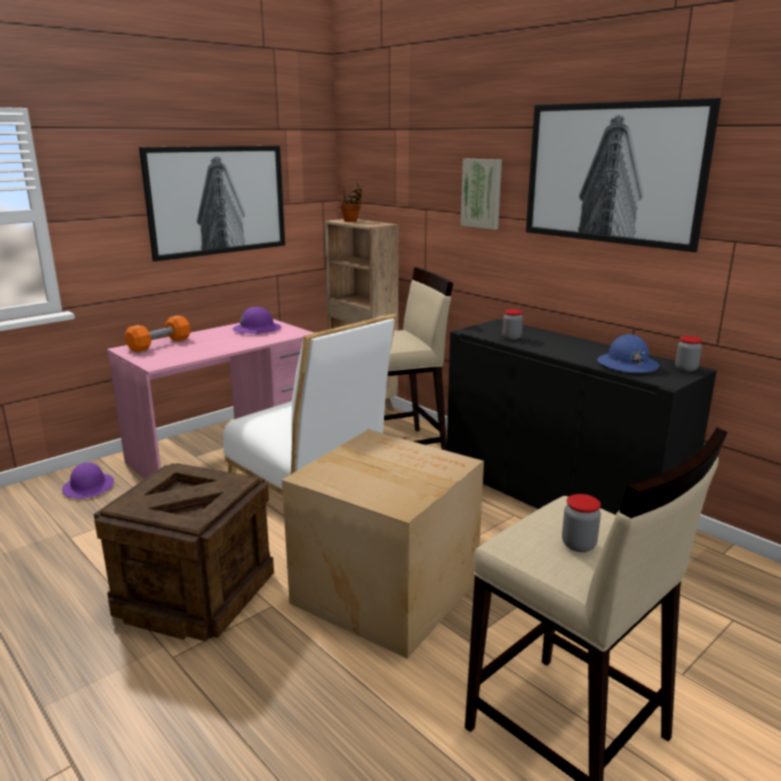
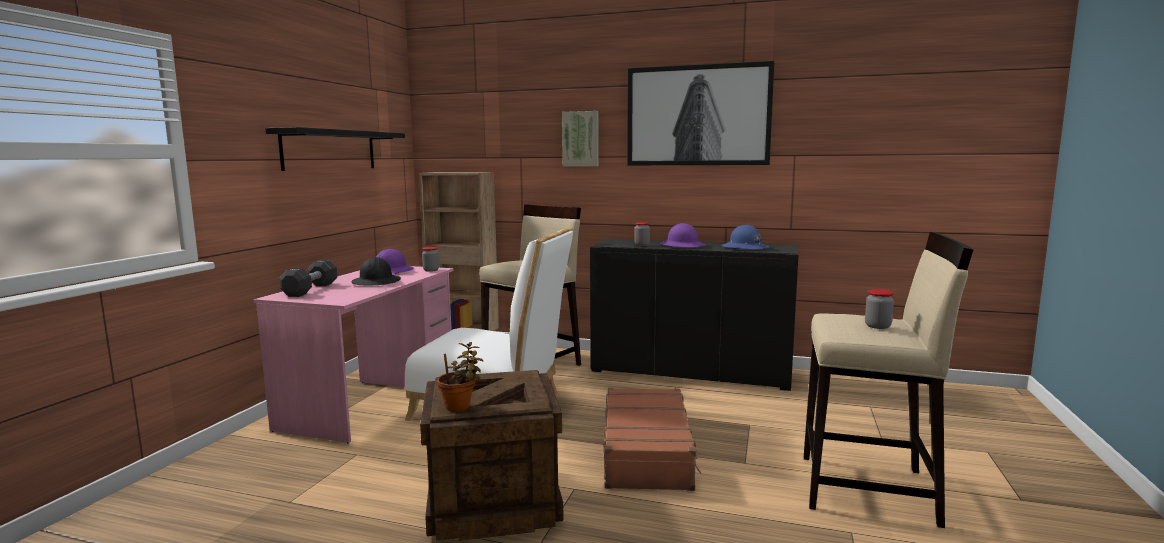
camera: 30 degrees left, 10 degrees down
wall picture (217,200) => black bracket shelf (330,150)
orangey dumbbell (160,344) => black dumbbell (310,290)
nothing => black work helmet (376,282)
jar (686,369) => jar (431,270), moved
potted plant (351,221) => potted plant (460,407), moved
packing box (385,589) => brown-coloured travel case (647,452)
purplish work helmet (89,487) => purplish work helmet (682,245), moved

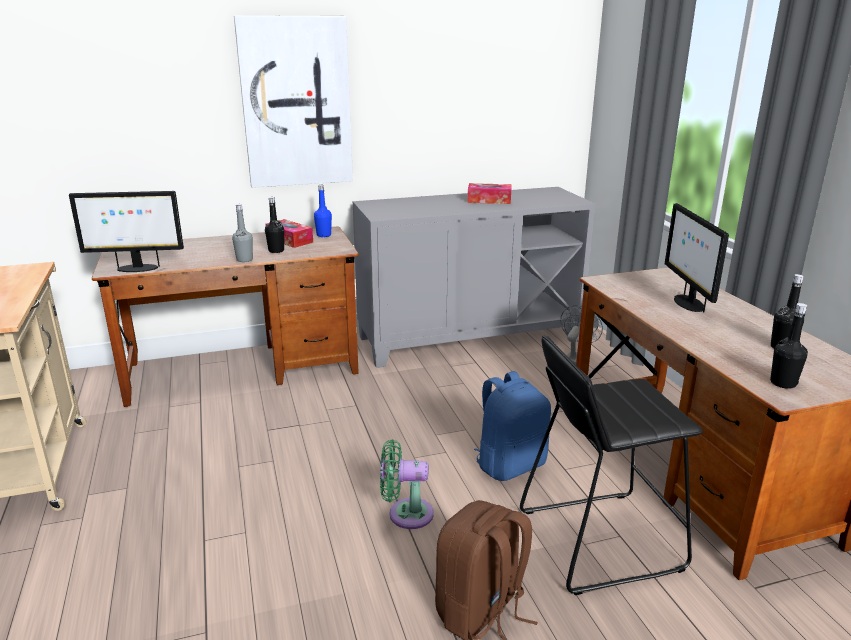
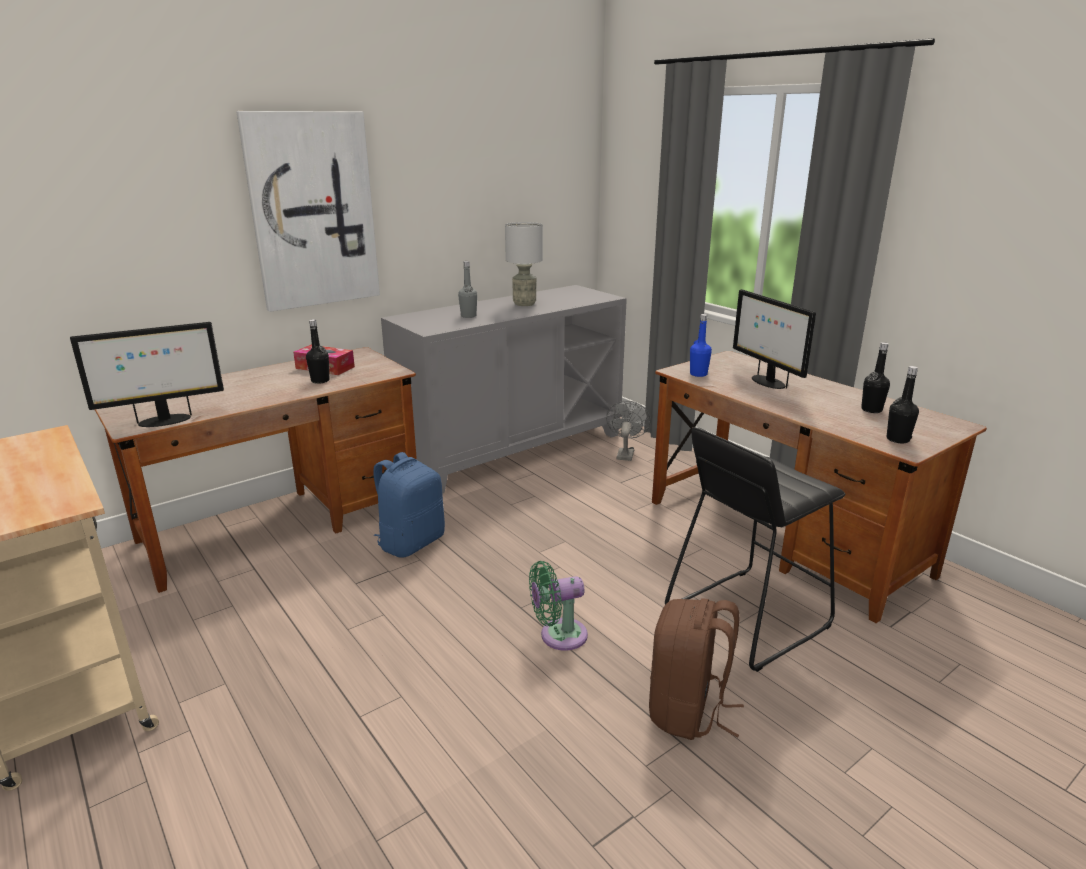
camera: 20 degrees left, 0 degrees up
blue backpack (510,465) => blue backpack (411,542), moved
grey drink bottle (244,260) => grey drink bottle (468,316), moved
tissue box (489,200) => grey table lamp (524,304)
blue drink bottle (324,235) => blue drink bottle (698,374), moved

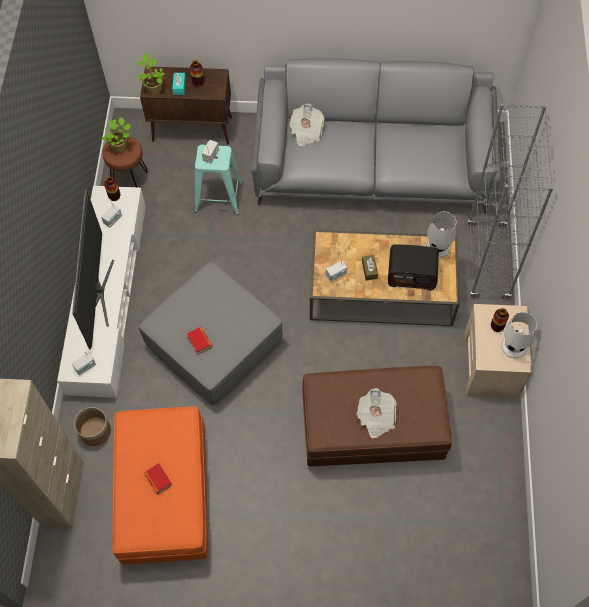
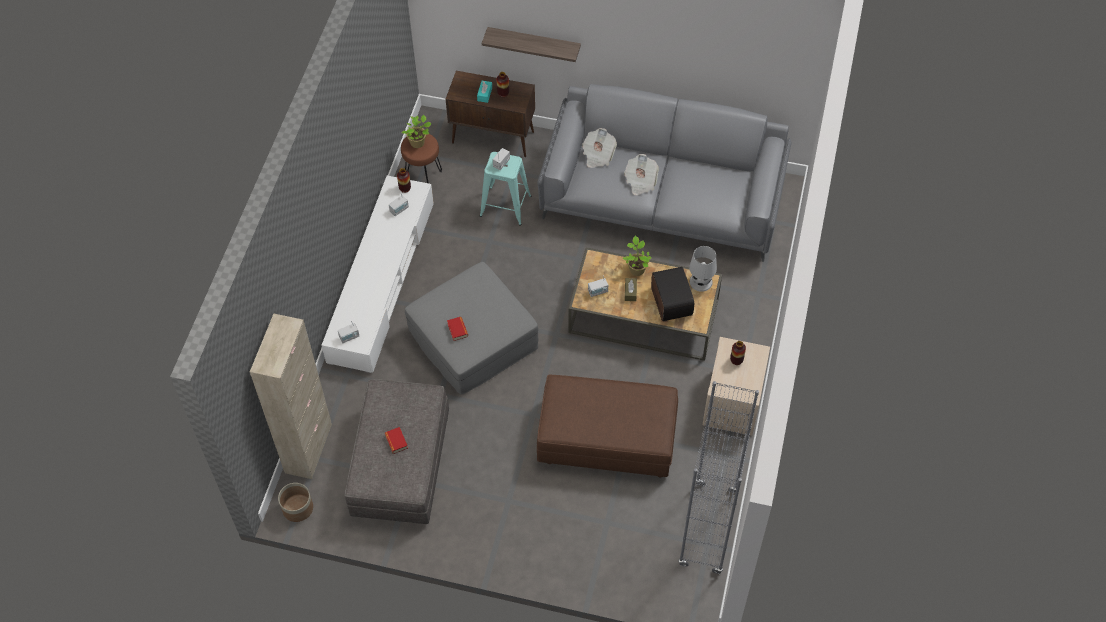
camera: 10 degrees right, 5 degrees down
planter (95,431) => planter (297,508), moved
orangey pouffe (164,493) => grey pouffe (400,463)
nothing => bracket shelf (534,44)
potted plant (153,88) => potted plant (636,269), moved
daily paper (376,418) => daily paper (640,181), moved
radio set (412,273) => radio set (670,302), 120 degrees counterclockwise
grey shelving unit (488,261) => grey shelving unit (708,528), moved
TV (98,292) => nothing
white-coloured table lamp (513,347) => nothing

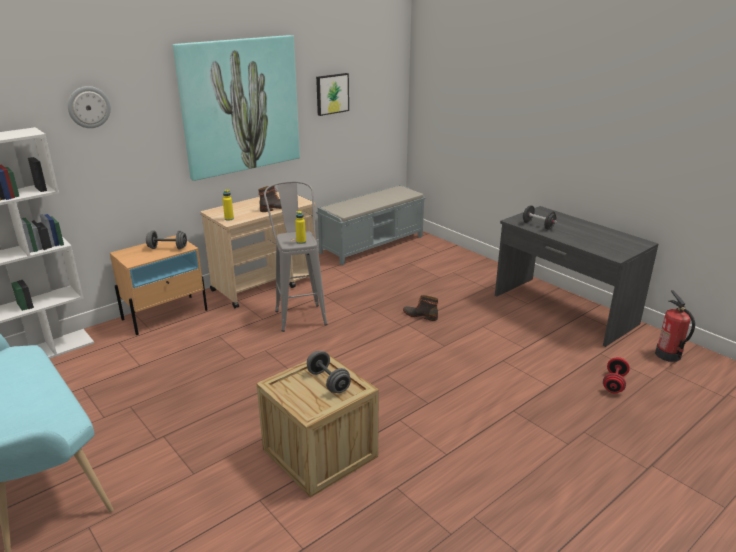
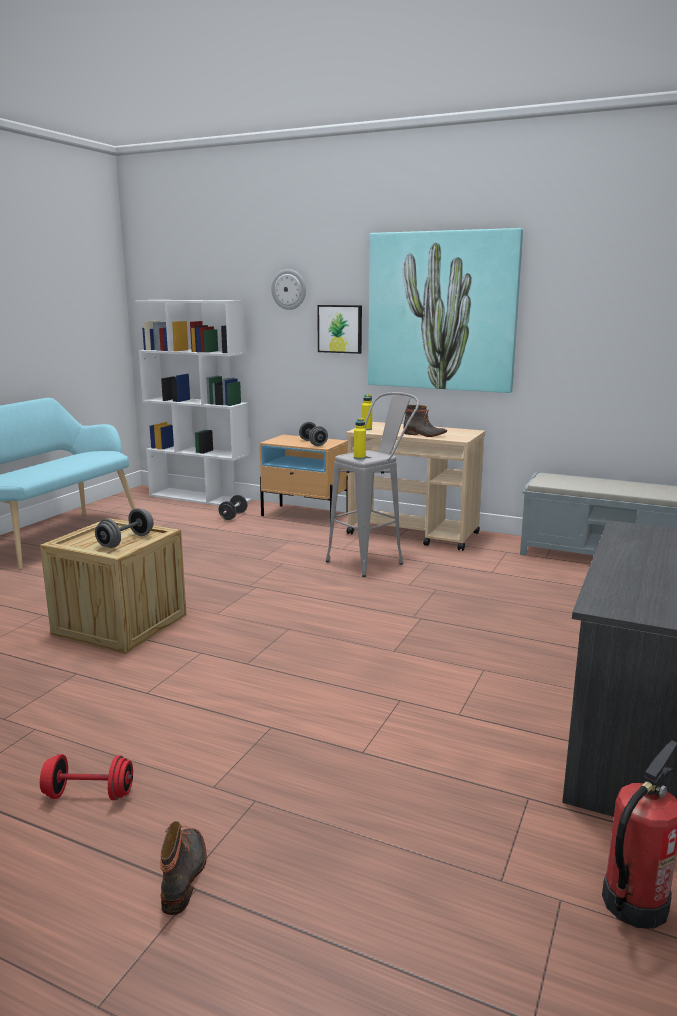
camera: 65 degrees right, 10 degrees down
reddish dumbbell (614,383) => reddish dumbbell (89,794), moved
boot (420,315) => boot (184,875), moved
black dumbbell (538,225) => black dumbbell (233,516), moved
wall picture (332,94) => wall picture (340,329), moved

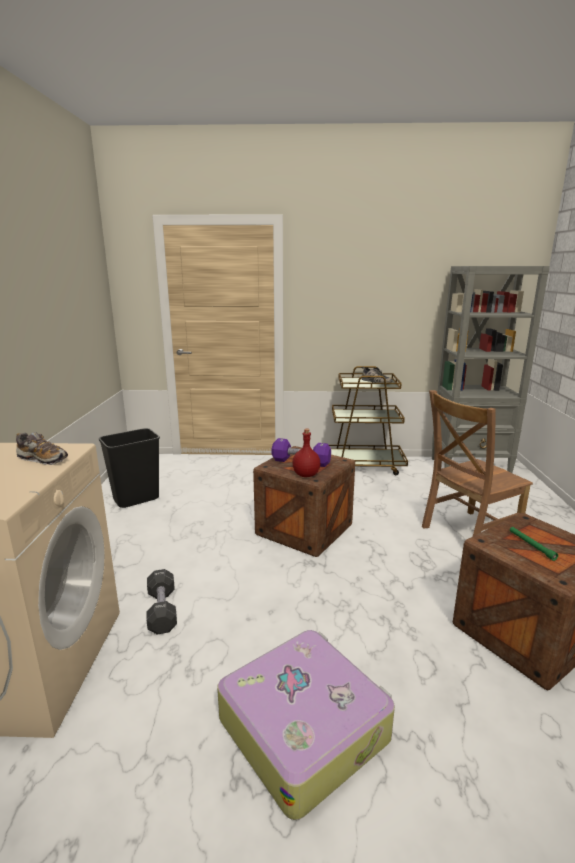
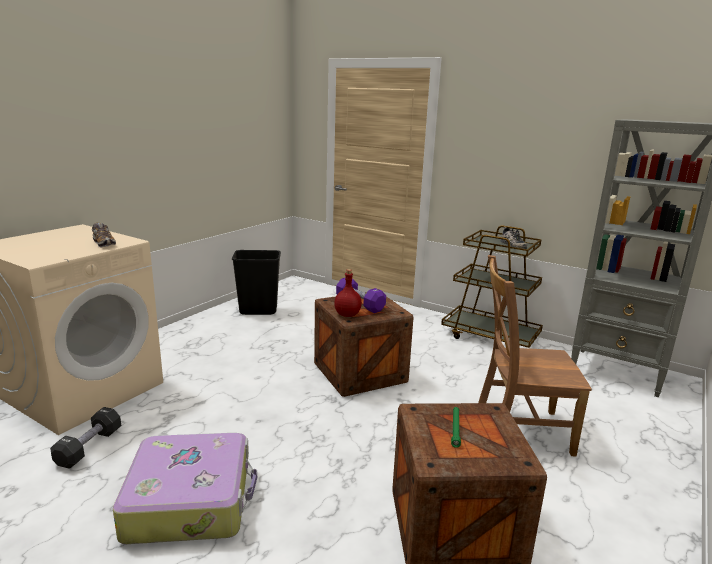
camera: 30 degrees right, 0 degrees up
black dumbbell (162,611) => black dumbbell (89,447), moved

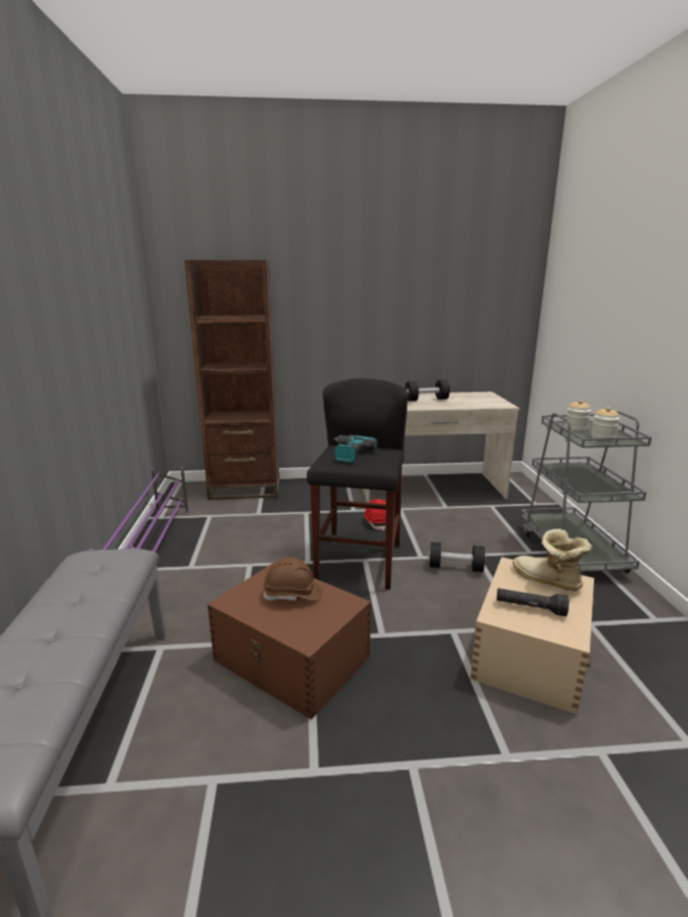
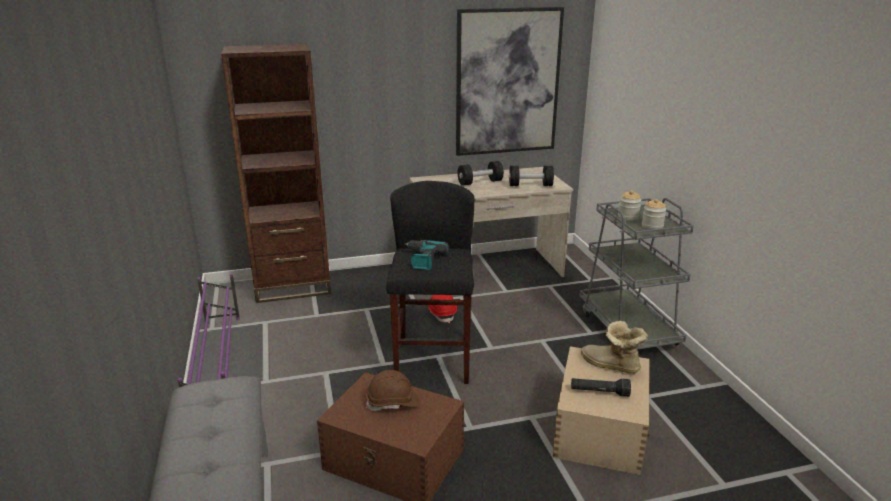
camera: 10 degrees left, 5 degrees up
nothing => wall picture (507,82)
black dumbbell (455,567) => black dumbbell (530,185), moved

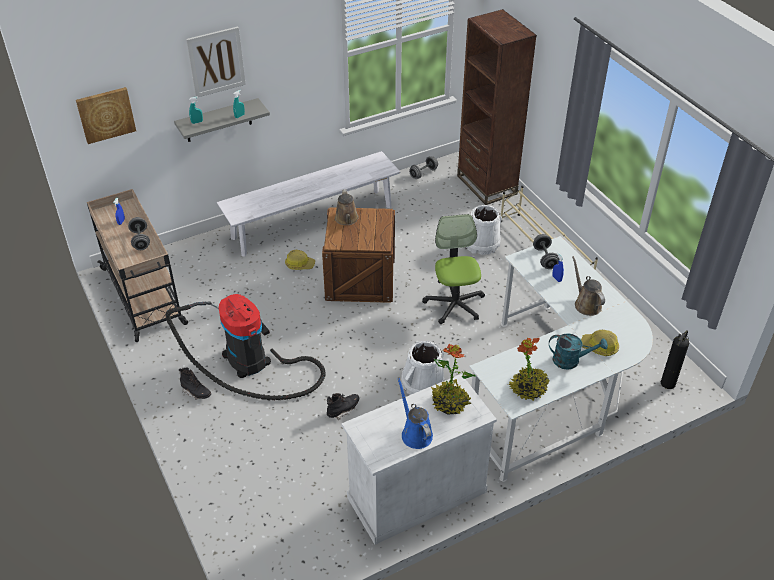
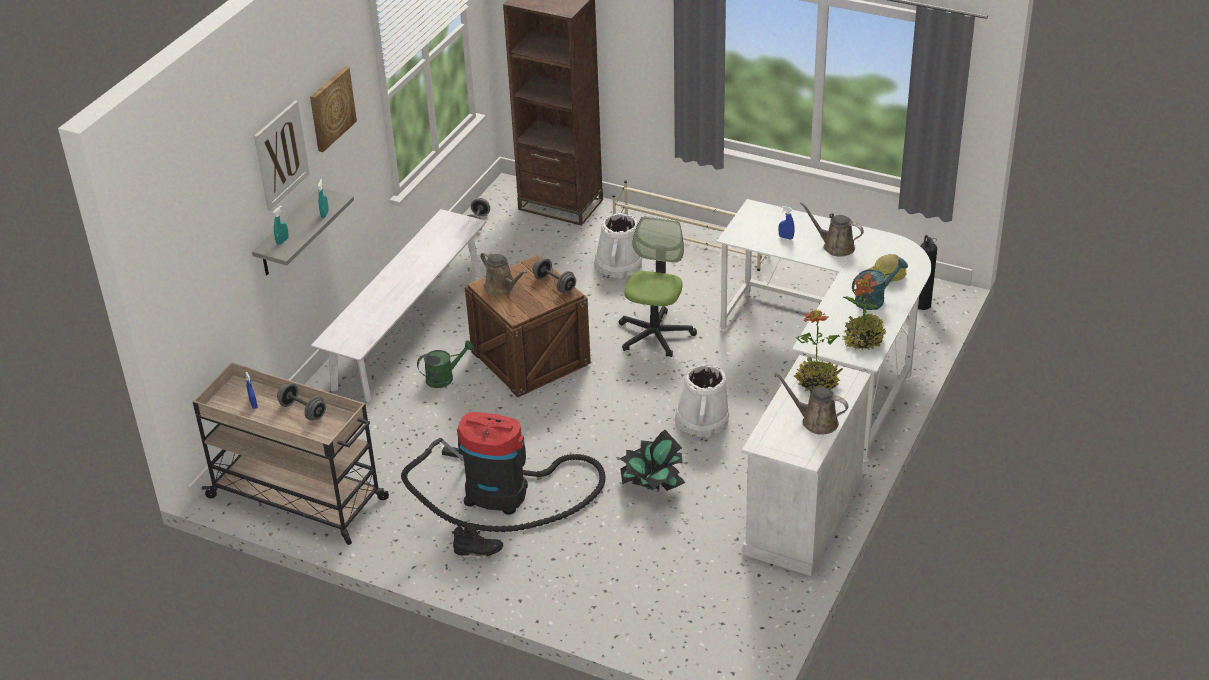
camera: 35 degrees left, 5 degrees down
wall picture (106,114) => wall picture (331,108), moved
work helmet (299,264) => greenish watering can (444,377)
grey dumbbell (544,258) => grey dumbbell (554,284), moved
office chair (454,304) => office chair (655,335), 60 degrees clockwise
black boot (343,410) => potted plant (652,485)
blue watering can (415,433) => brown-coloured watering can (816,421)

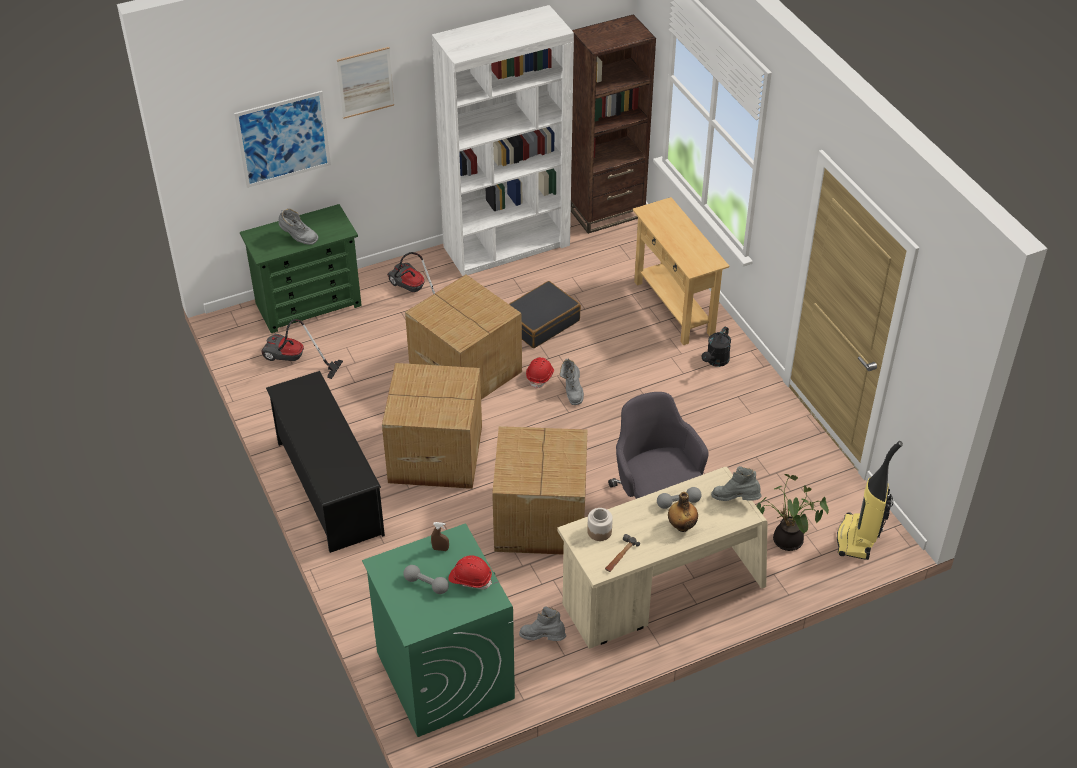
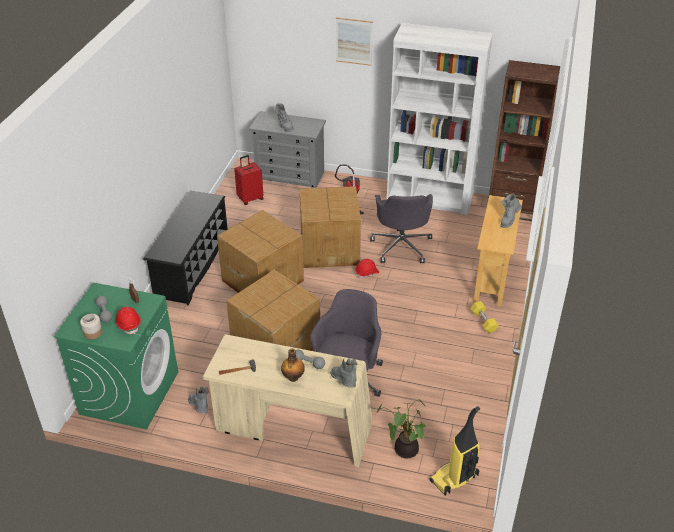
camera: 40 degrees right, 5 degrees down
jar (599,531) => jar (93,332), moved
vacuum cleaner (294,360) => reddish travel case (250,198)
greenish chest of drawers (309,304) => grey chest of drawers (290,176)
black travel case (540,322) => grey office chair (401,246)
black watering can (716,361) => yellow-coloured dumbbell (483,321)
grey boot (572,391) => grey boot (509,220), moved
wall picture (283,139) => nothing

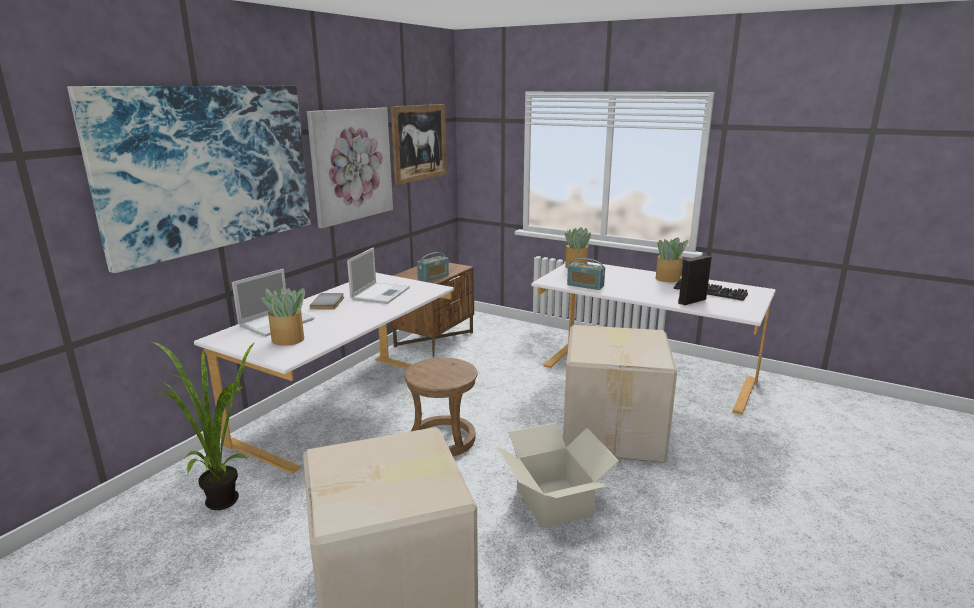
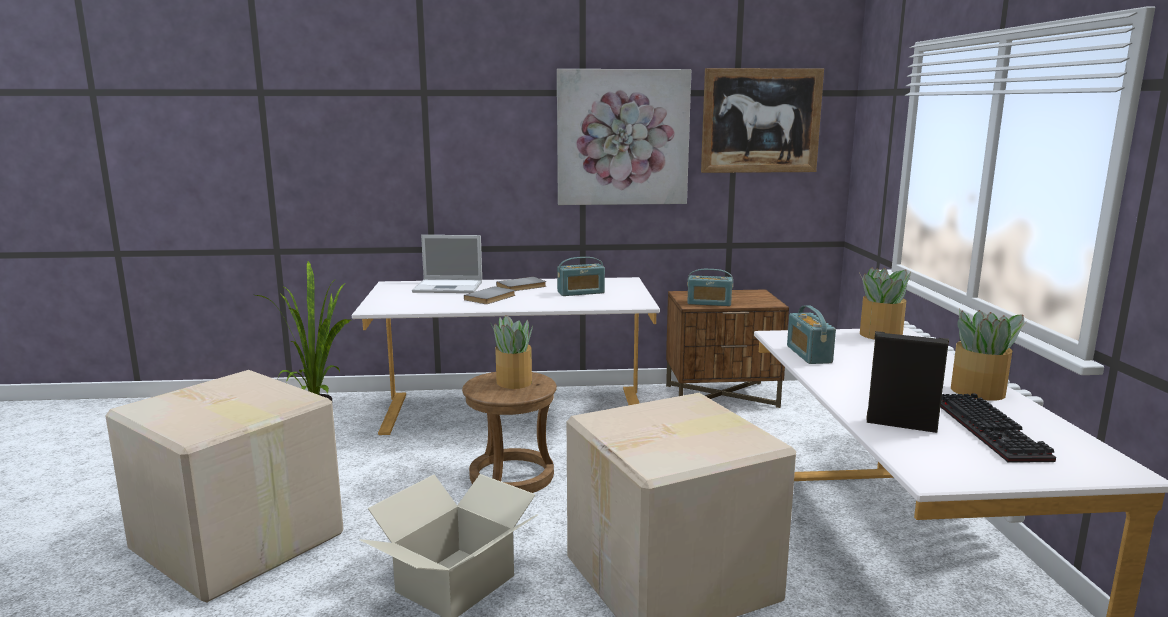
camera: 55 degrees right, 5 degrees down
nothing => grey book (491,298)
potted plant (288,339) => potted plant (514,382), moved
laptop (381,293) => radio set (581,292)
wall picture (209,168) => nothing

